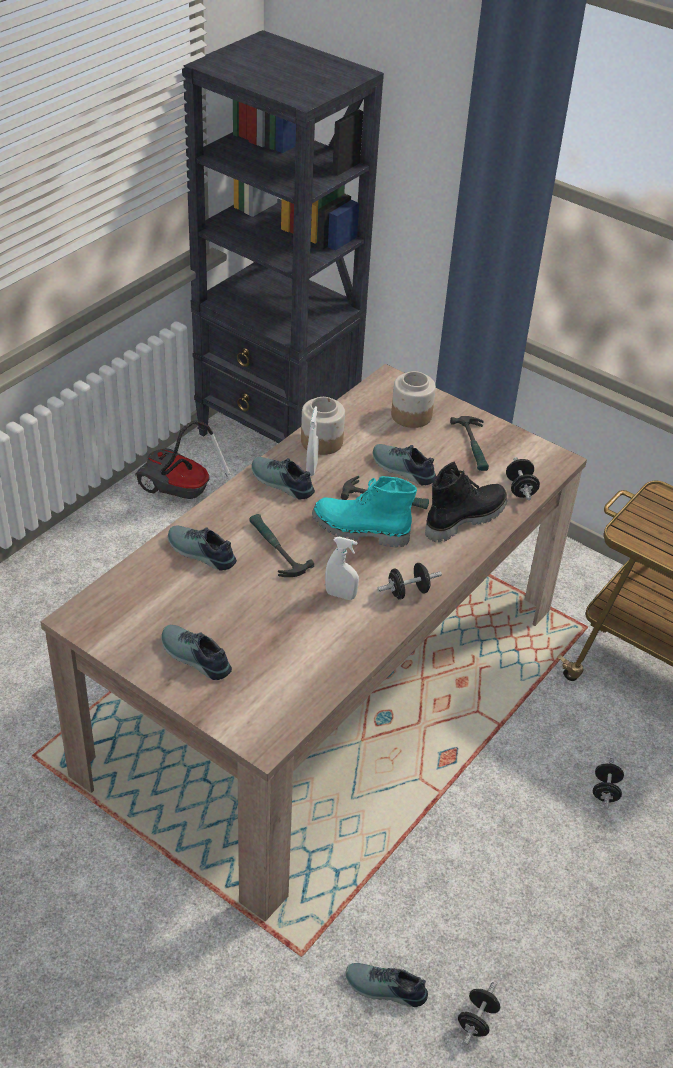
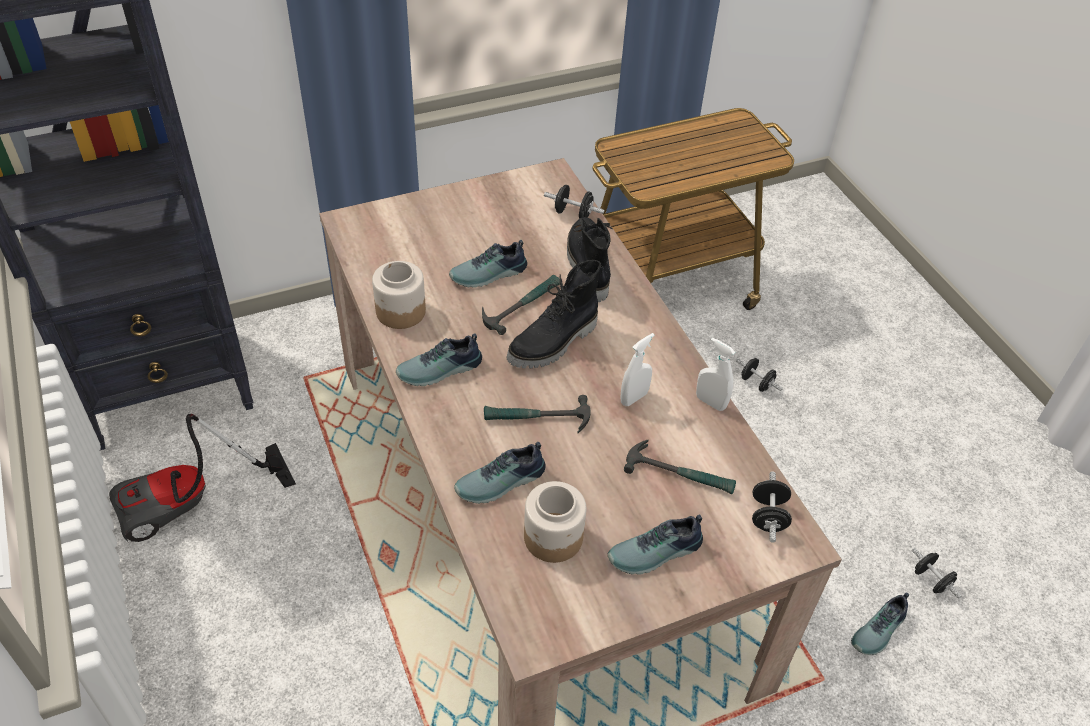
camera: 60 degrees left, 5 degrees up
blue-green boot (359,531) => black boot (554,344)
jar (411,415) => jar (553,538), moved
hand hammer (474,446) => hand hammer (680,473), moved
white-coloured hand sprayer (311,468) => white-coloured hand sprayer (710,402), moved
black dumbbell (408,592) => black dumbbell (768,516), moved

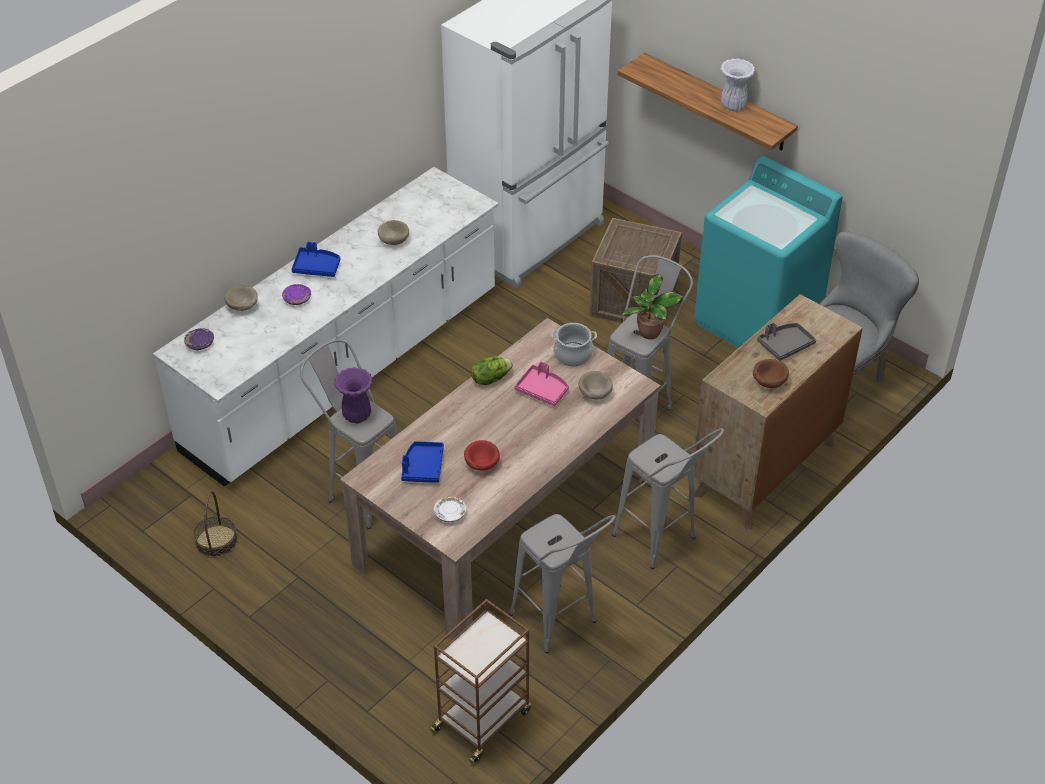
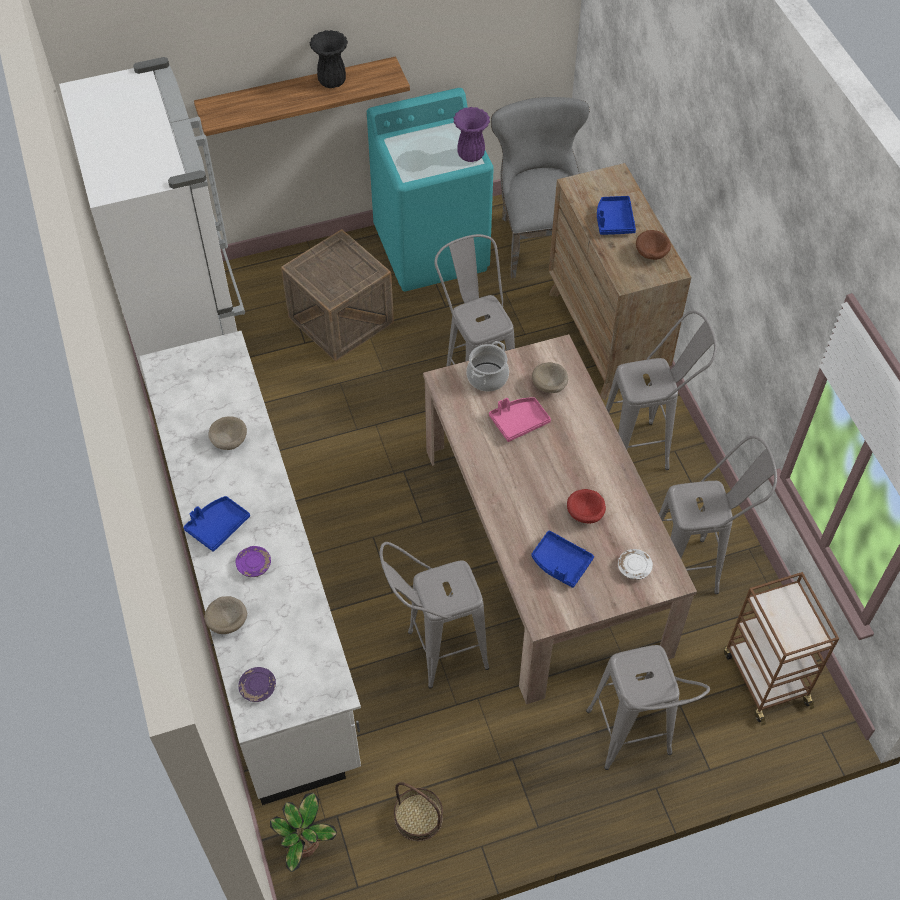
camera: 60 degrees left, 10 degrees up
potted plant (649,333) => potted plant (306,847), moved
white-coloured decorative vase (732,106) => black decorative vase (331,82)
purplish decorative vase (357,415) => purplish decorative vase (470,155), moved
nothing => grey stool (633,745)
grey serving tray (785,345) => blue serving tray (614,221)
lettuce (490,378) => nothing

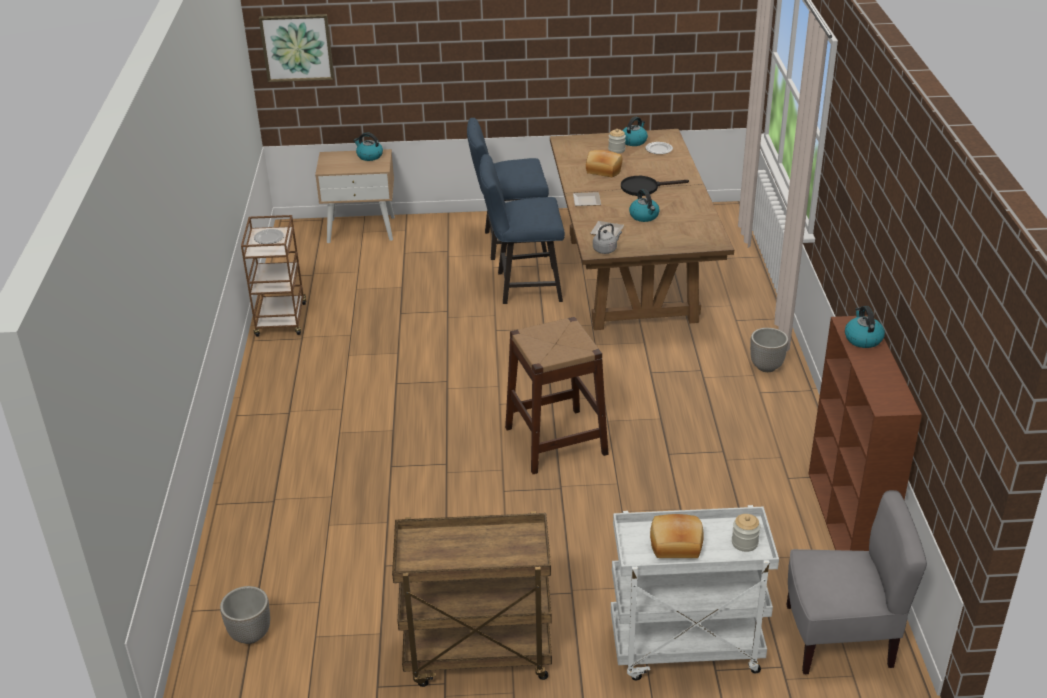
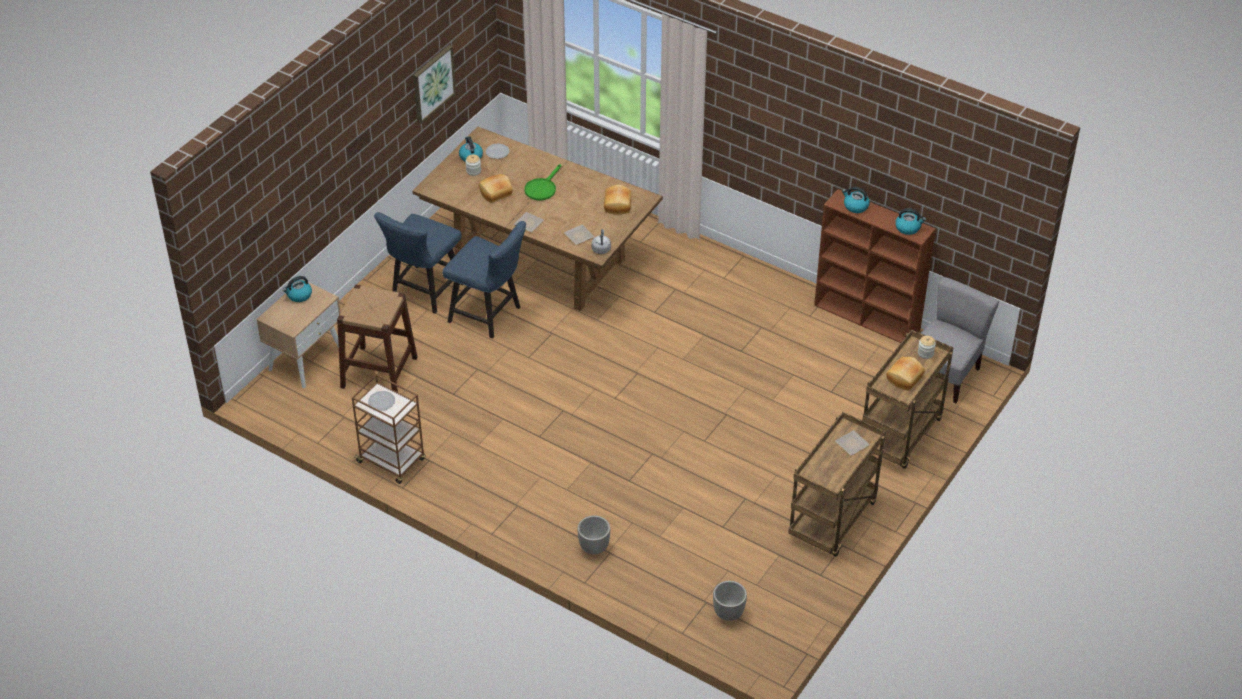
camera: 55 degrees left, 10 degrees up
brown-coloured stool (556,440) => brown-coloured stool (379,372), moved
wall picture (297,47) => wall picture (433,83), moved
blue plain chair (523,286) => blue plain chair (489,316), 90 degrees counterclockwise
black skillet (645,188) => greenish skillet (542,188)
planter (767,367) => planter (594,547), moved
nothing => bread (618,205)
nothing => plate (852,443)
white-coloured trolley (684,649) => brown-coloured trolley (901,437)
tea kettle (644,216) => tea kettle (908,228), moved

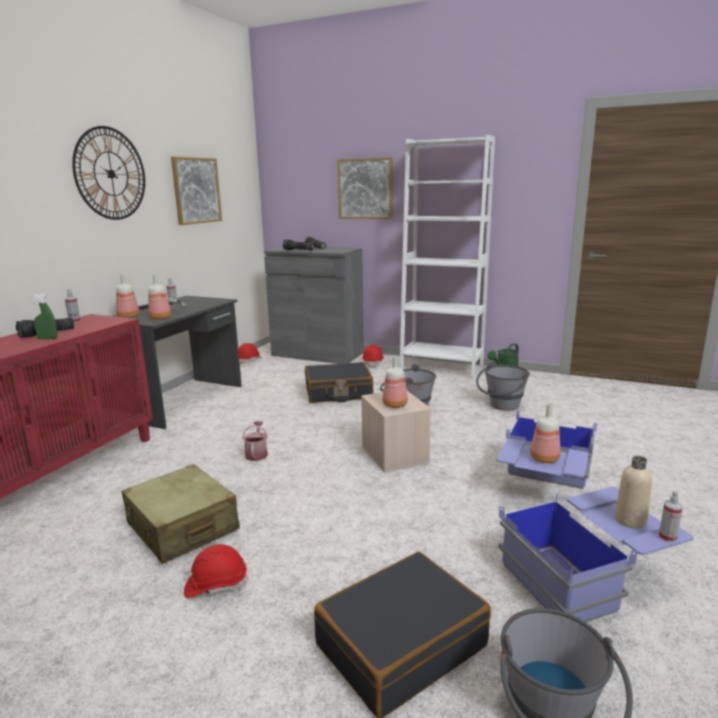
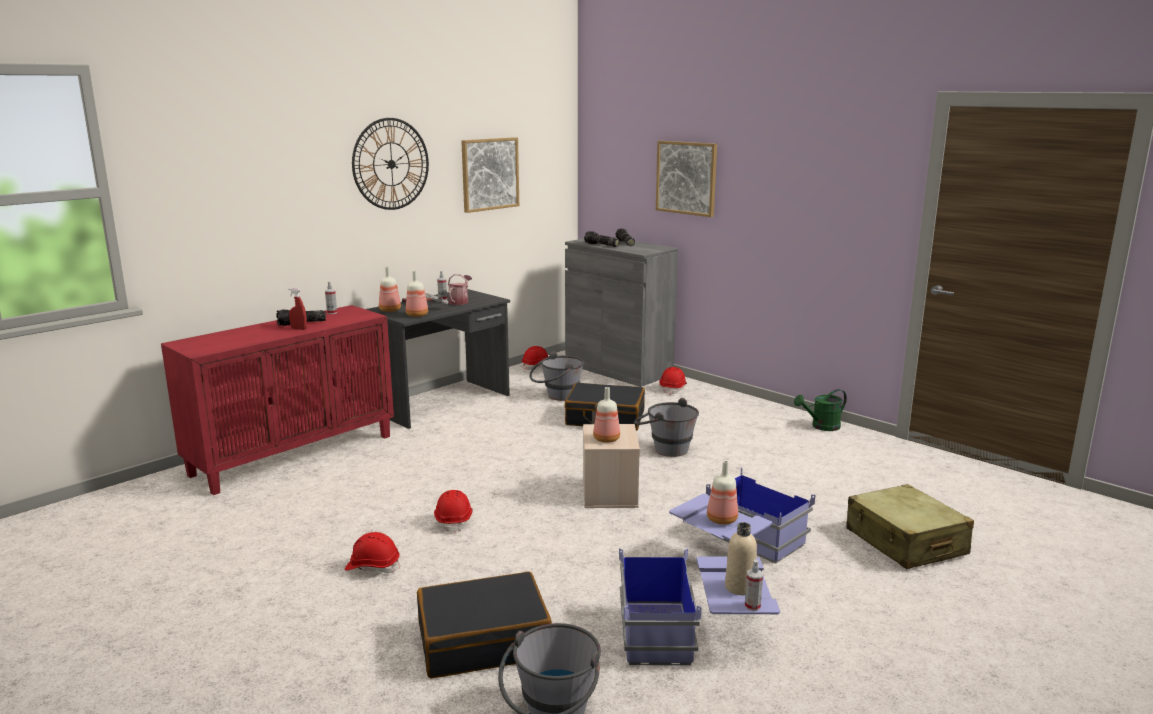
camera: 20 degrees right, 0 degrees up
greenish hand sprayer (47,338) => reddish hand sprayer (299,329)
nothing => reddish work helmet (454,521)
watering can (257,453) => watering can (460,301), moved
grey bucket (501,407) => grey bucket (556,397), moved
beige-coloured travel case (182,527) => beige-coloured travel case (905,542), moved
white-coloured shelving unit (441,367) => nothing

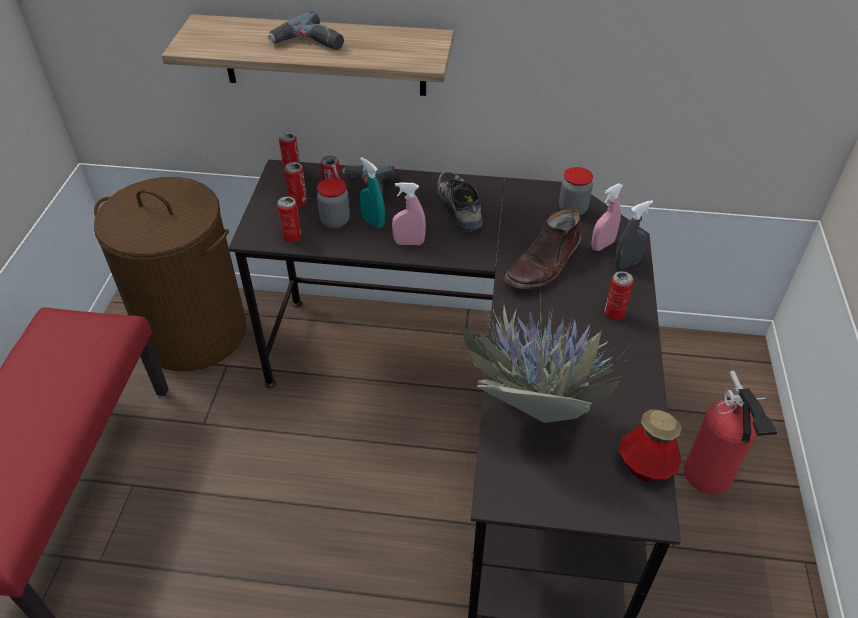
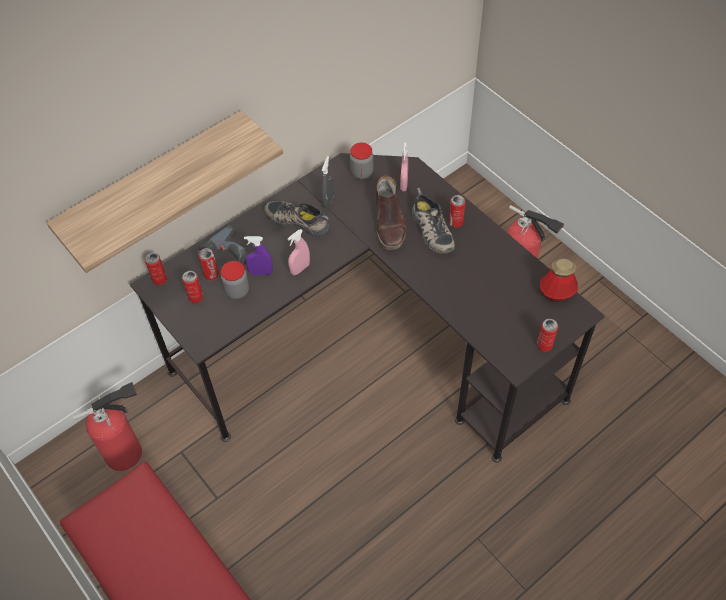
camera: 45 degrees left, 10 degrees up
brown-coloured hamper (195,332) => extinguisher (127,452)
blue-green hand sprayer (373,222) => purplish hand sprayer (261,272)
grey hand sprayer (627,263) => grey hand sprayer (328,200), moved
nothing => shoe (430,230)
can (292,237) => can (544,345), moved
drill (308,44) => nothing
potted plant (531,413) => nothing

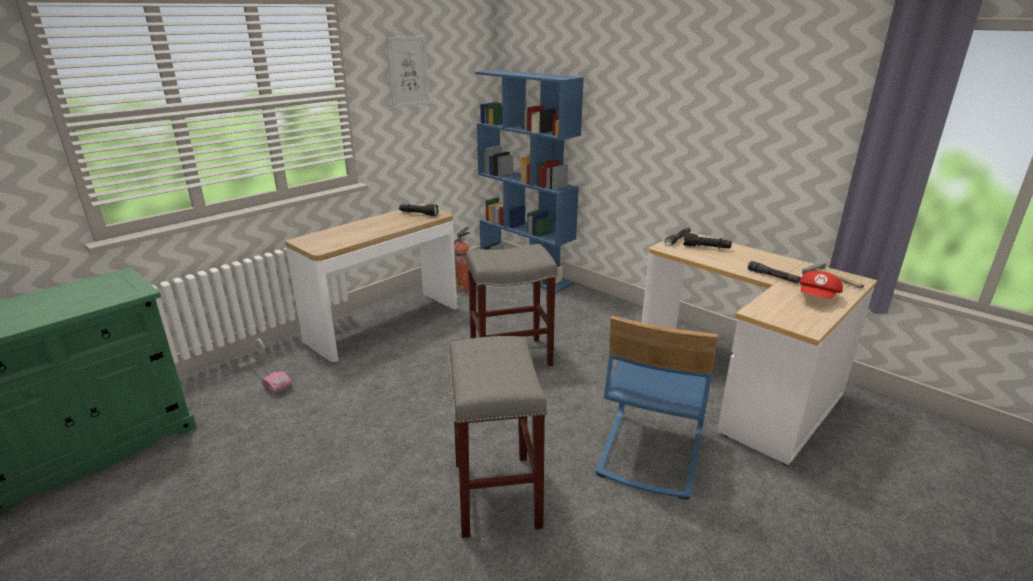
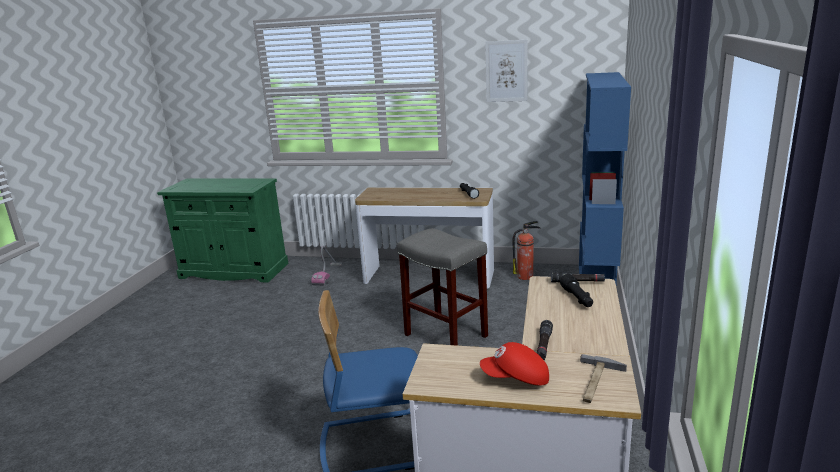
camera: 60 degrees right, 5 degrees down
grey stool (497,495) => nothing

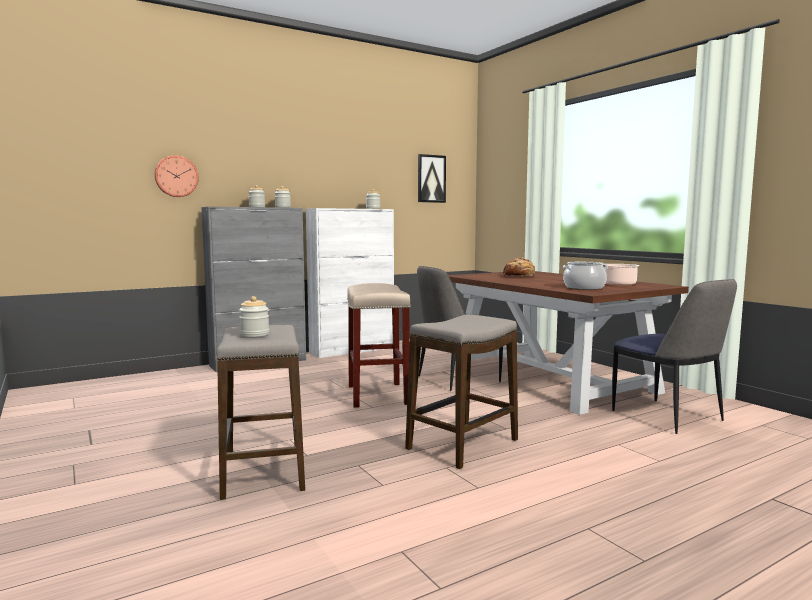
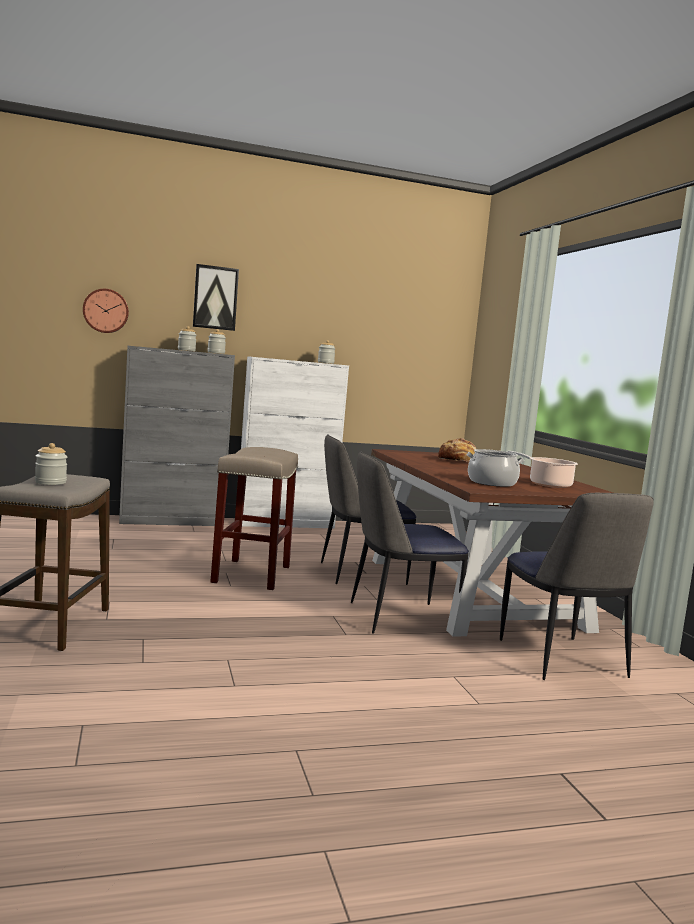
camera: 15 degrees right, 0 degrees up
wall picture (431,178) => wall picture (215,298), moved
nothing => plain chair (398,617)
stool (462,445) => nothing

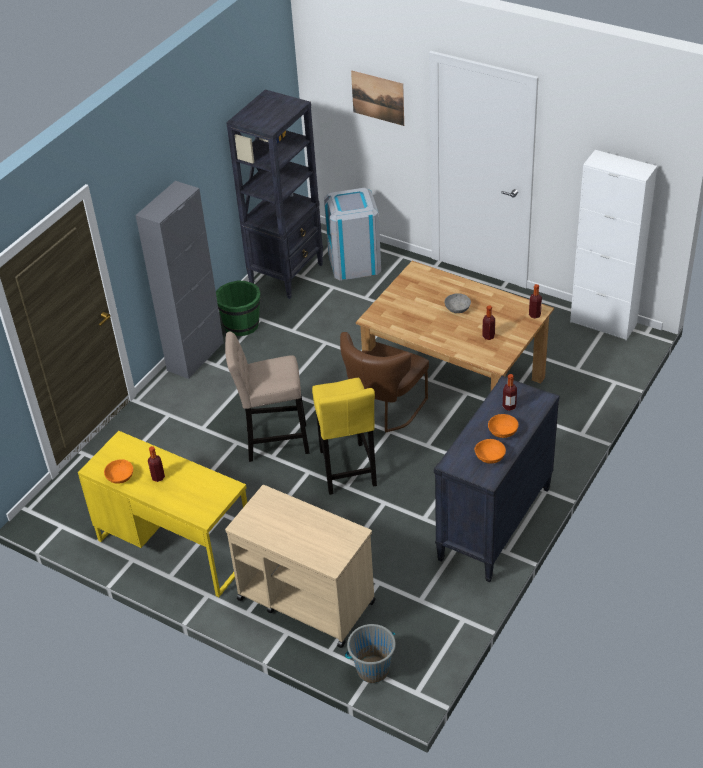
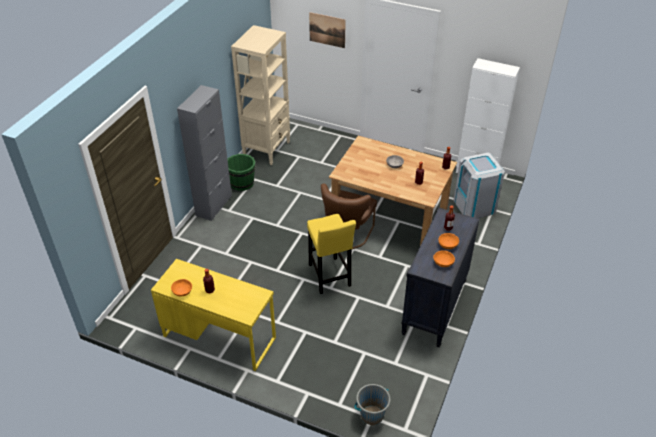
camera: 10 degrees left, 0 degrees up
black shelving unit (287,274) => beige-coloured shelving unit (267,149)
grey waste bin (354,263) => grey waste bin (474,206), moved
beige-coloured stool (273,442) => nothing
beige-coloured trolley (305,600) => nothing

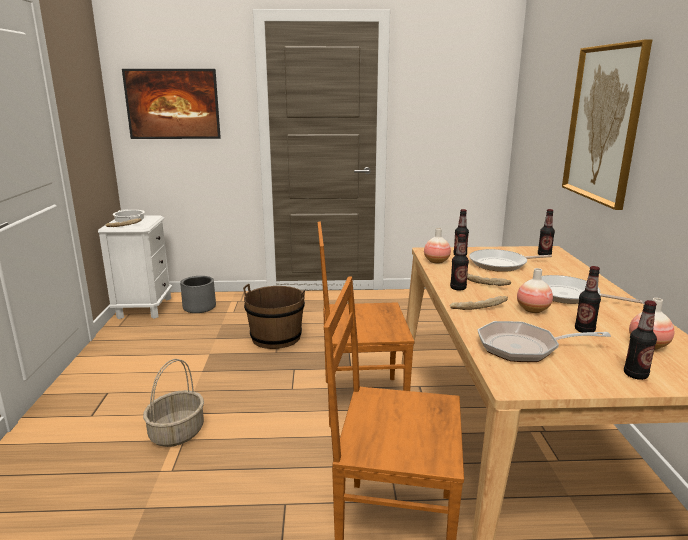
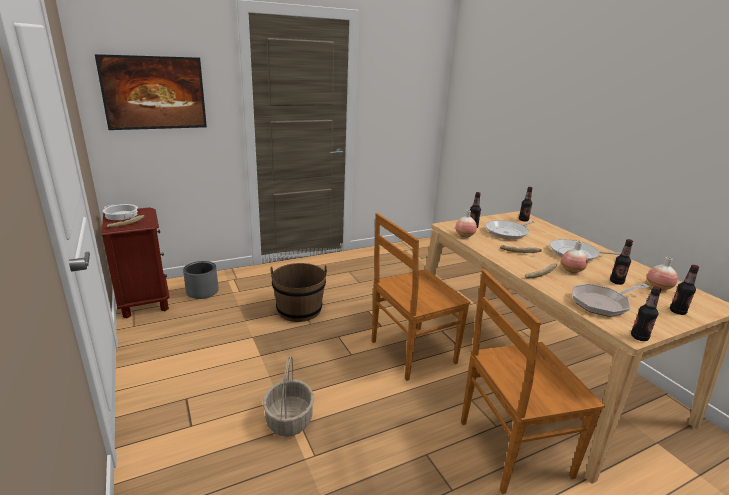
camera: 25 degrees left, 5 degrees up
white-coloured night table (144,308) => brown-coloured night table (144,301)
drink bottle (458,288) => drink bottle (639,337), moved
wall picture (603,124) => nothing

